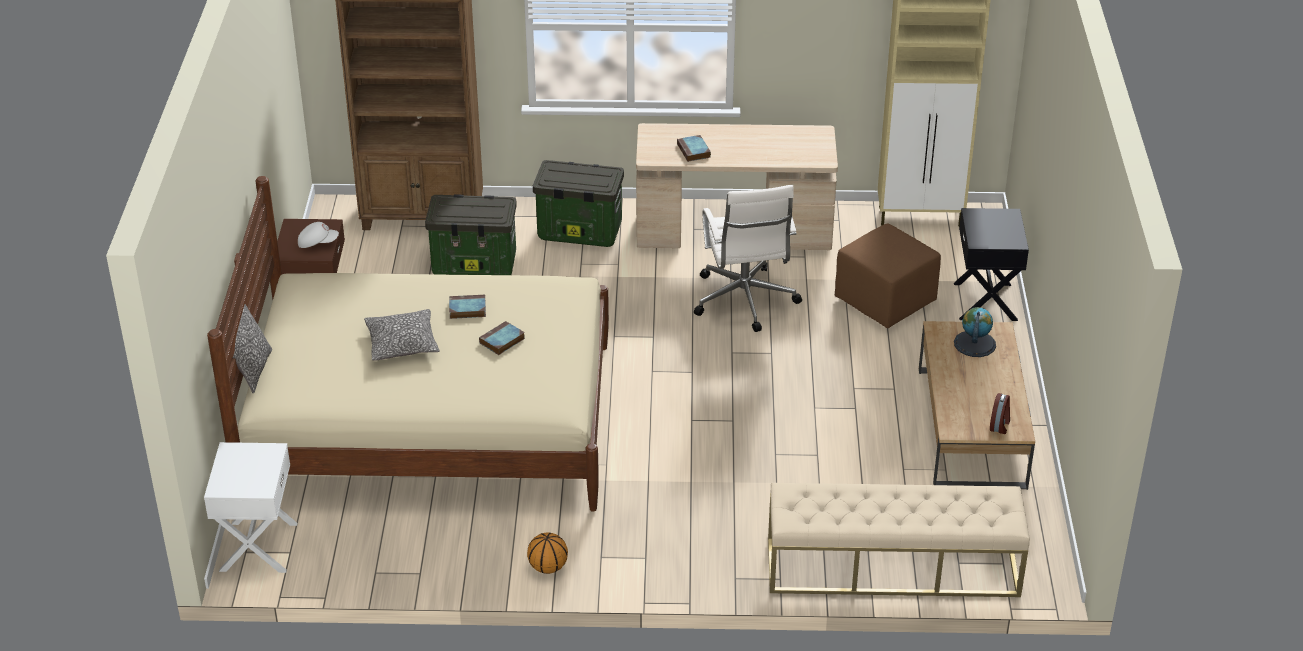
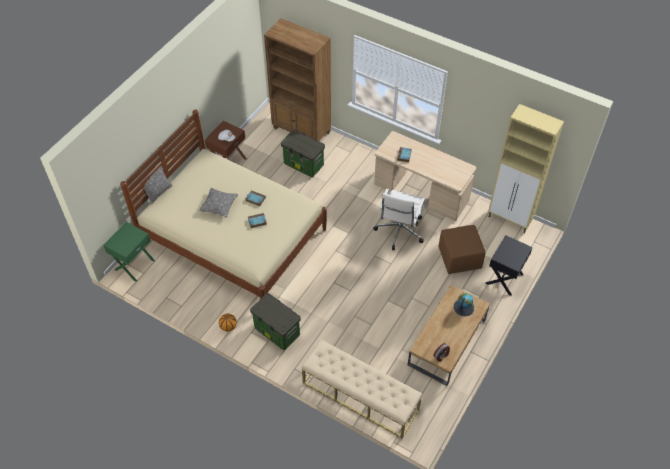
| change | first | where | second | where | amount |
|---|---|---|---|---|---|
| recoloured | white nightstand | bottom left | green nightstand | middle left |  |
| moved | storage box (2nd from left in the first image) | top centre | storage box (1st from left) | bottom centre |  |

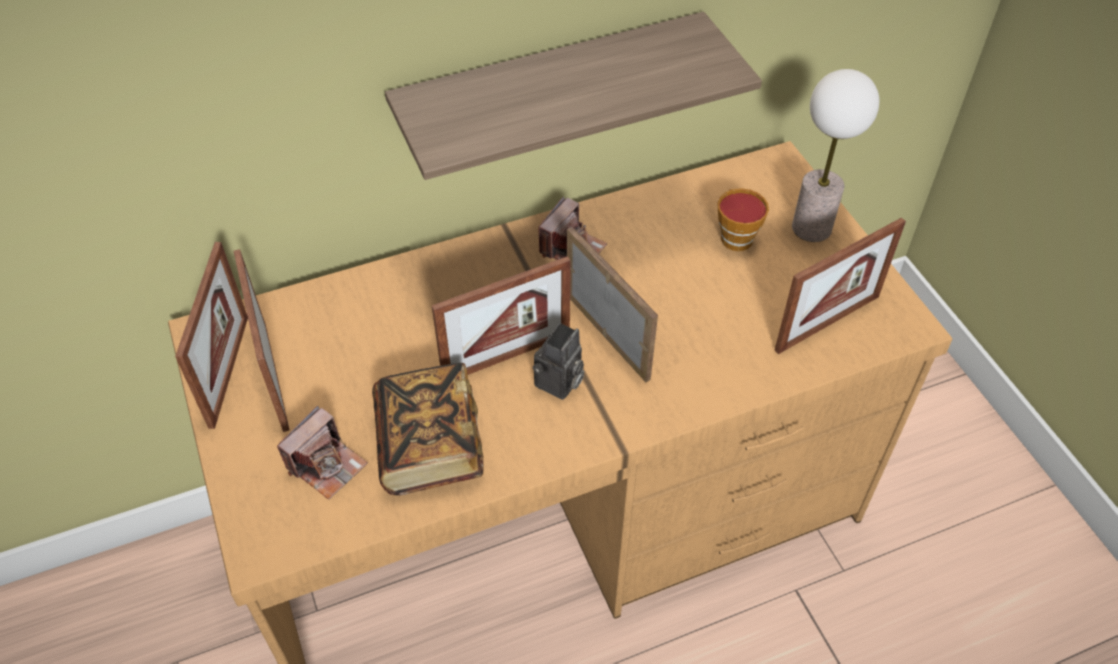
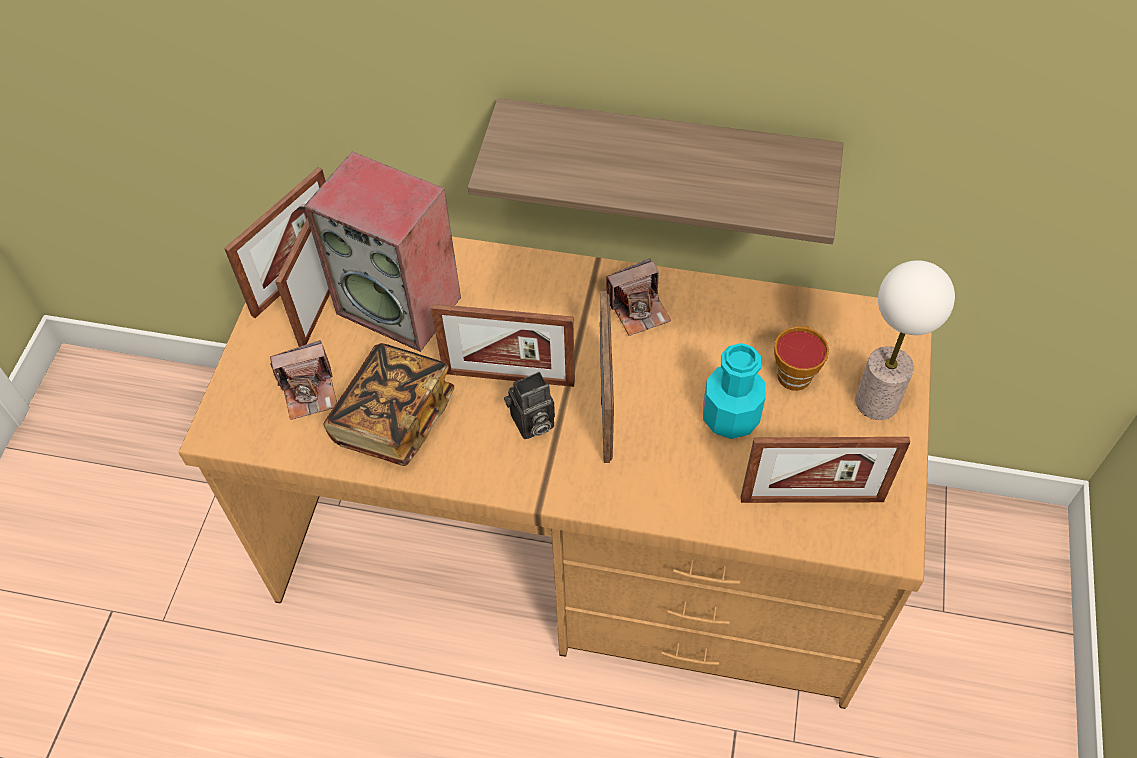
| change | first | where | second | where | amount |
|---|---|---|---|---|---|
| added |  |  | speaker | top centre |  |
| added |  |  | turquoise bottle | centre |  |

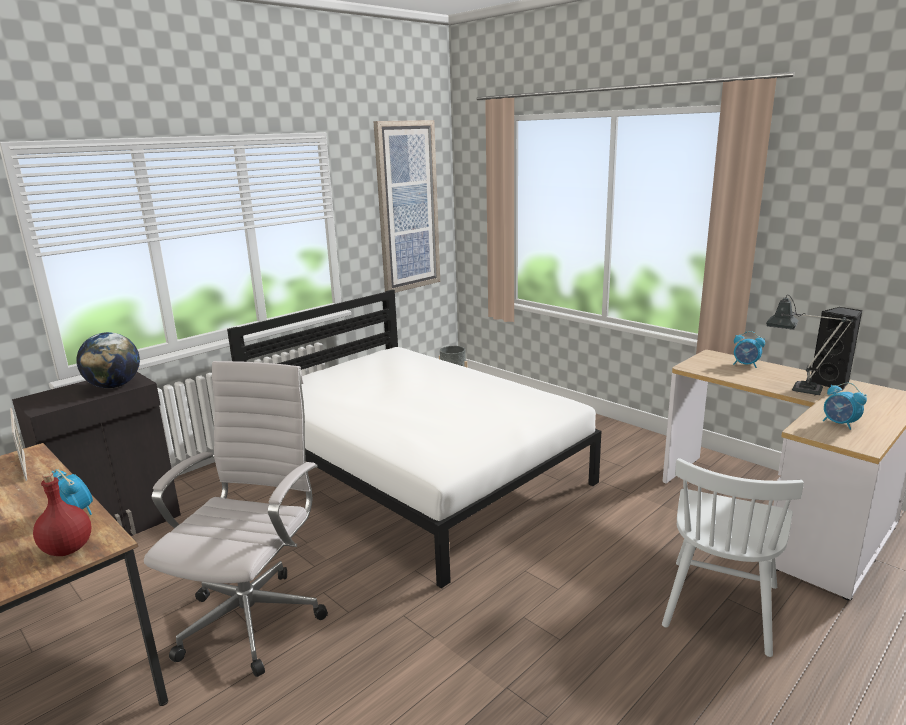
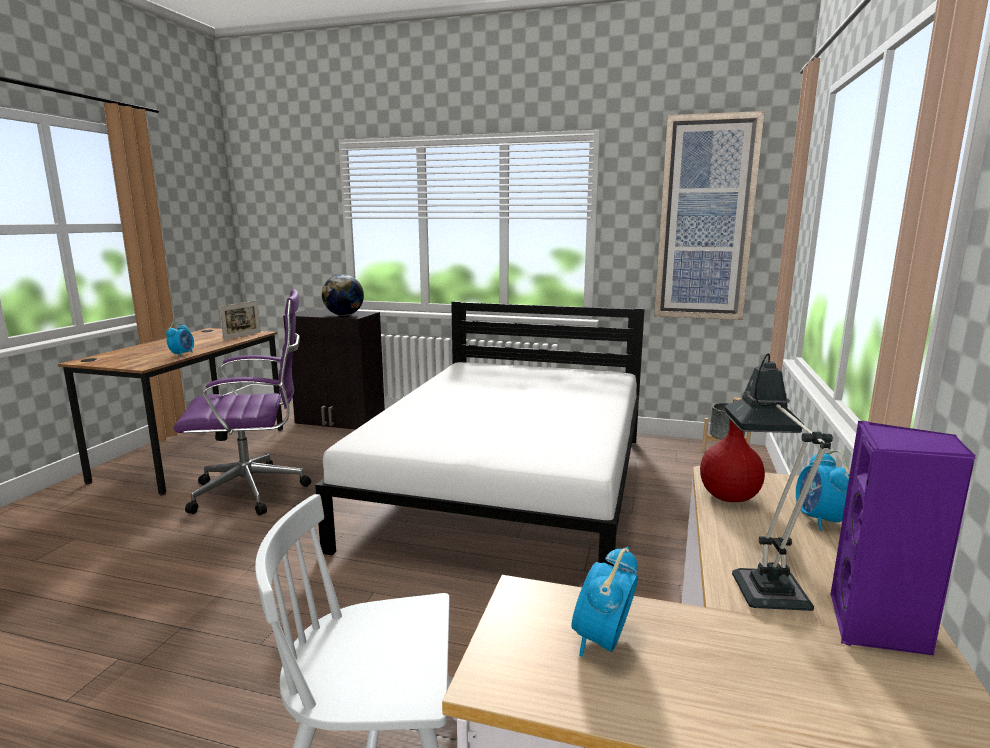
| change | first | where | second | where | amount |
|---|---|---|---|---|---|
| recoloured | white office chair | bottom left | purple office chair | middle left |  |
| moved | red bottle | bottom left |  | middle right |  |
| recoloured | black speaker | middle right | purple speaker | bottom right |  |

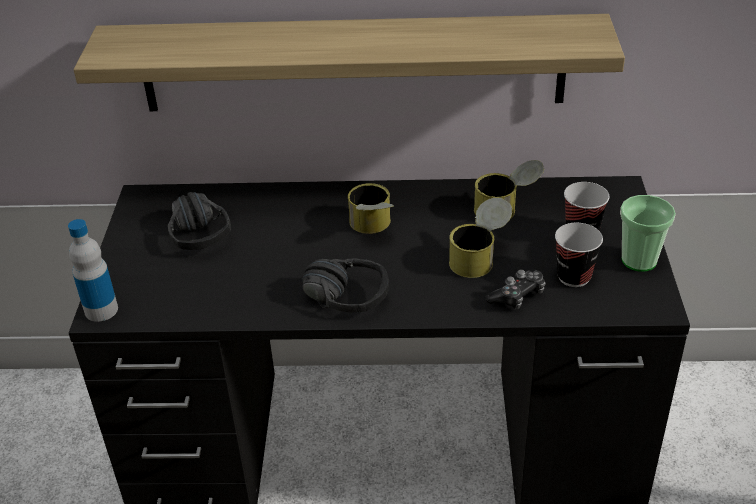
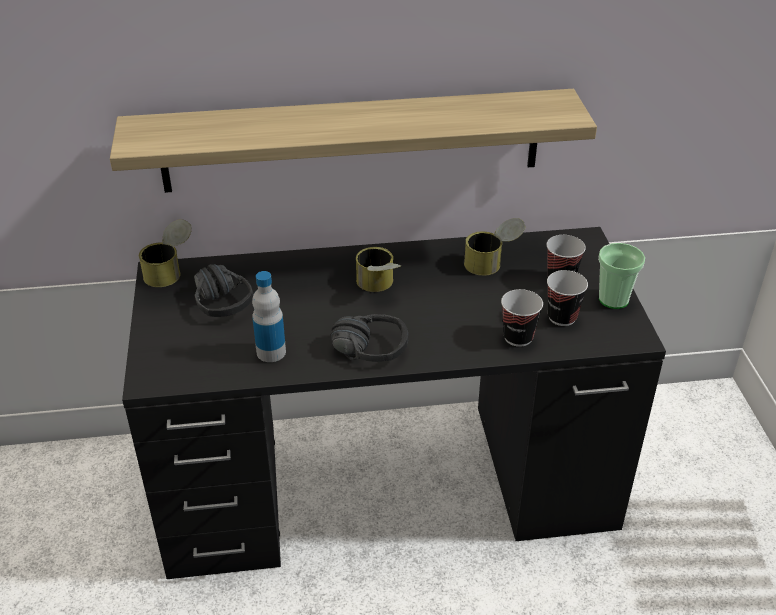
| change | first | where | second | where | amount |
|---|---|---|---|---|---|
| moved | can (2nd from left in the first image) | centre | can (1st from left) | middle left |  |
| moved | bottle | middle left |  | centre |  |
| replaced | game controller | middle right | cup (1st from left) | middle right |  |

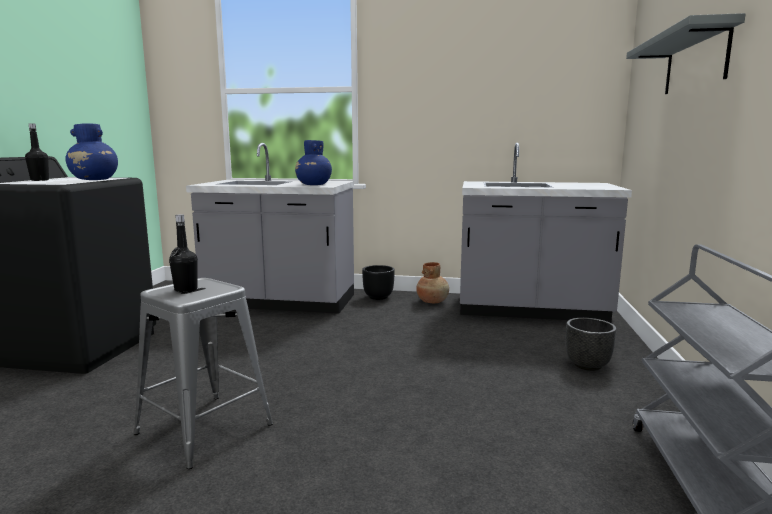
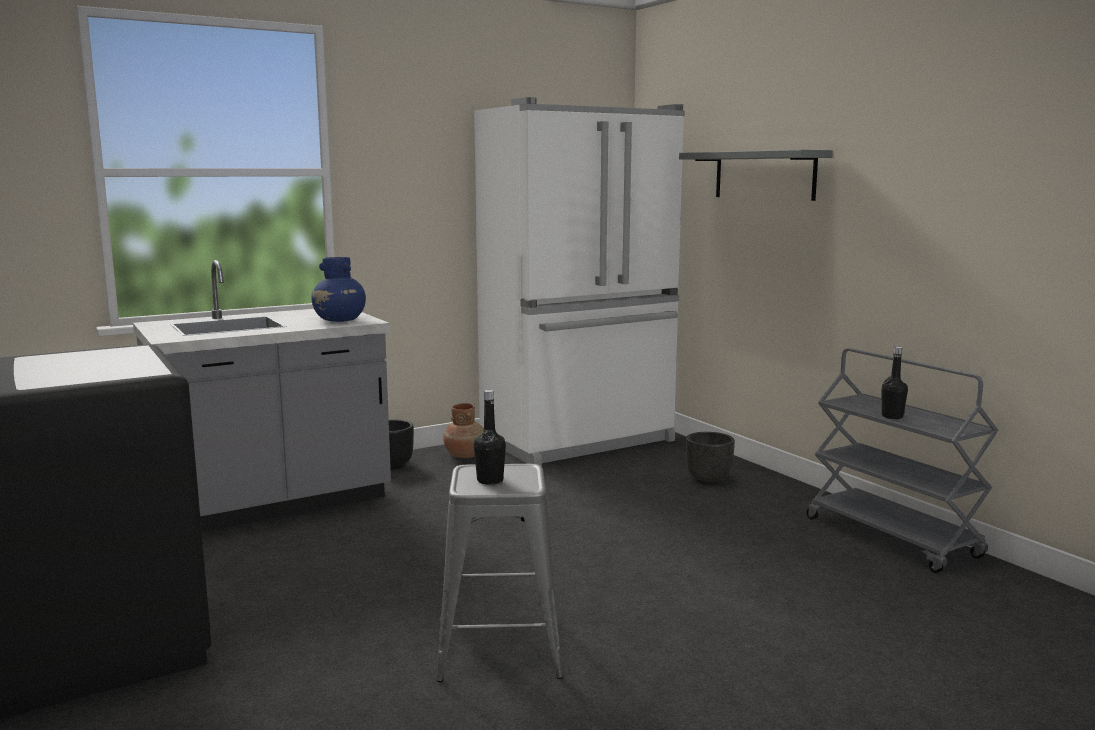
| change | first | where | second | where | amount |
|---|---|---|---|---|---|
| replaced | grey counter (2nd from left) | middle right | white fridge | centre |  |
| moved | black bottle (1st from left in the first image) | top left | black bottle (2nd from left) | middle right |  |
| removed | blue vase (1st from left) | top left |  |  |  |

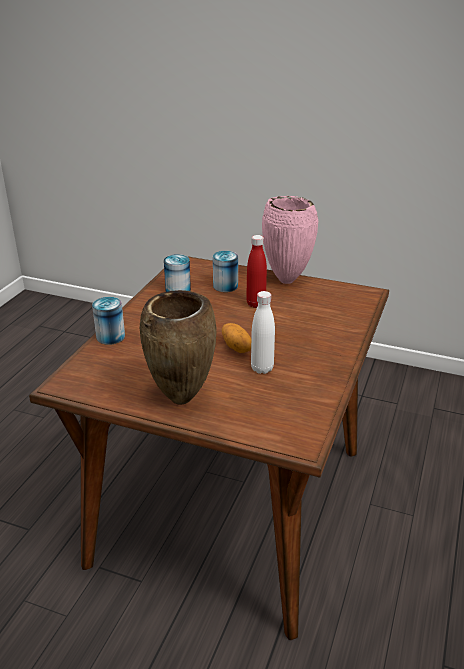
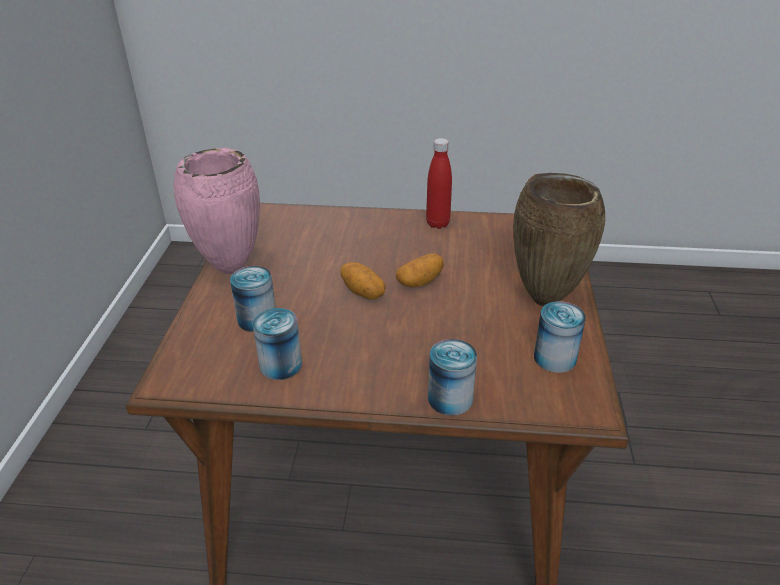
| change | first | where | second | where | amount |
|---|---|---|---|---|---|
| added |  |  | potato (1st from left) | centre |  |
| moved | red bottle | centre |  | top centre |  |
| added |  |  | can (4th from left) | middle right |  |
| removed | white bottle | centre |  |  |  |

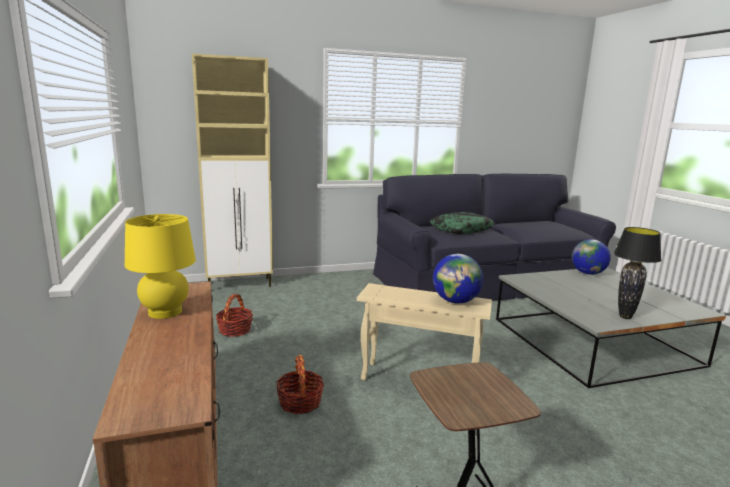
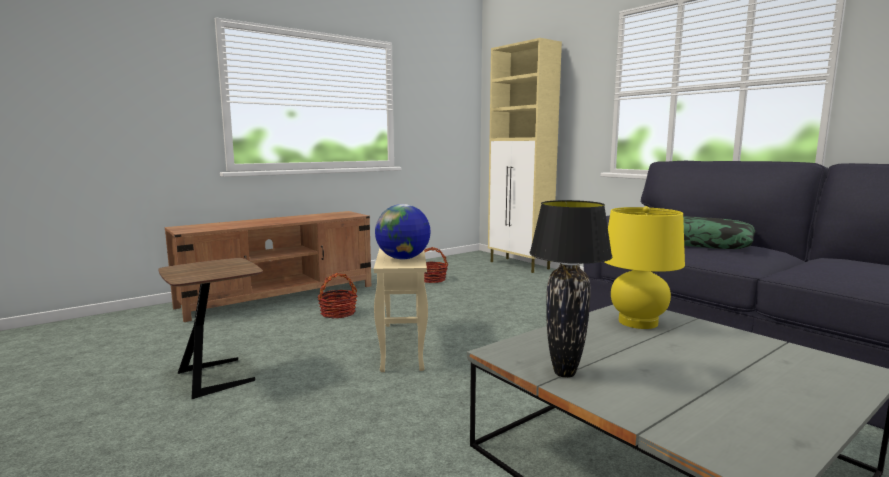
| change | first | where | second | where | amount |
|---|---|---|---|---|---|
| moved | yellow table lamp | middle left |  | middle right |  |
| removed | globe (2nd from left) | middle right |  |  |  |

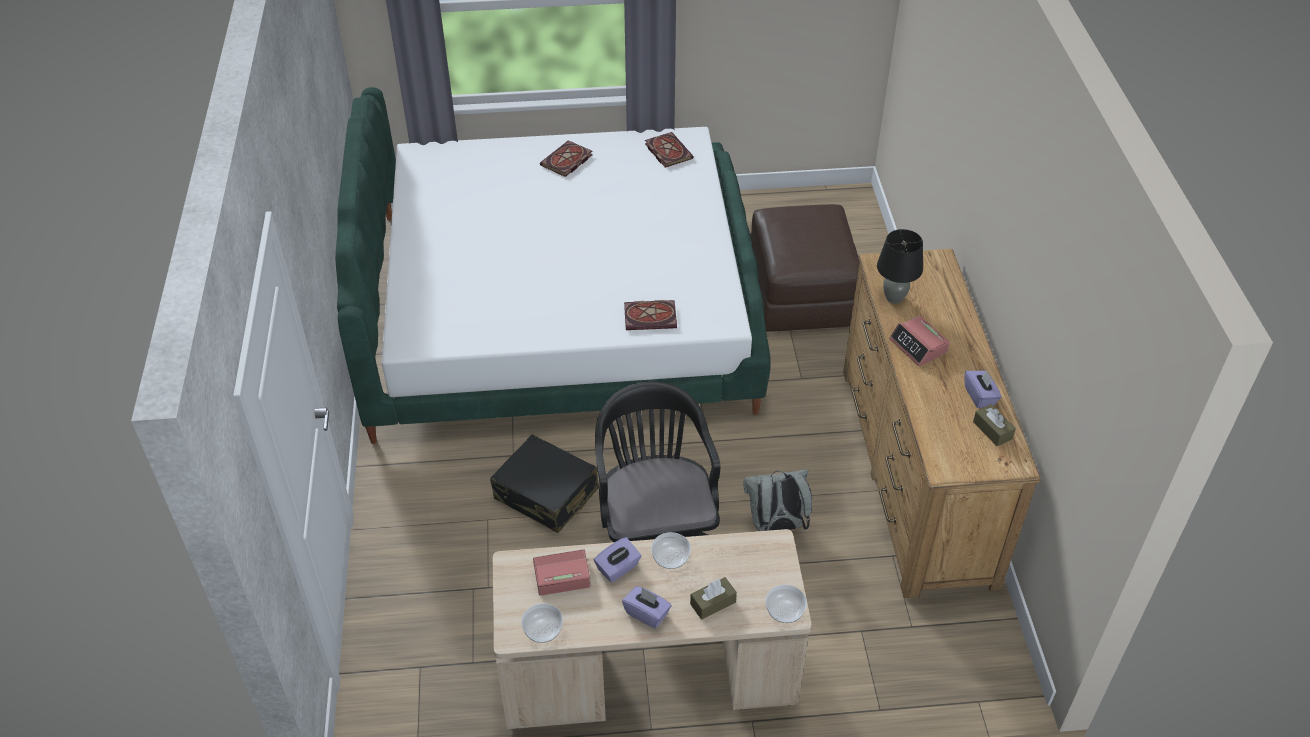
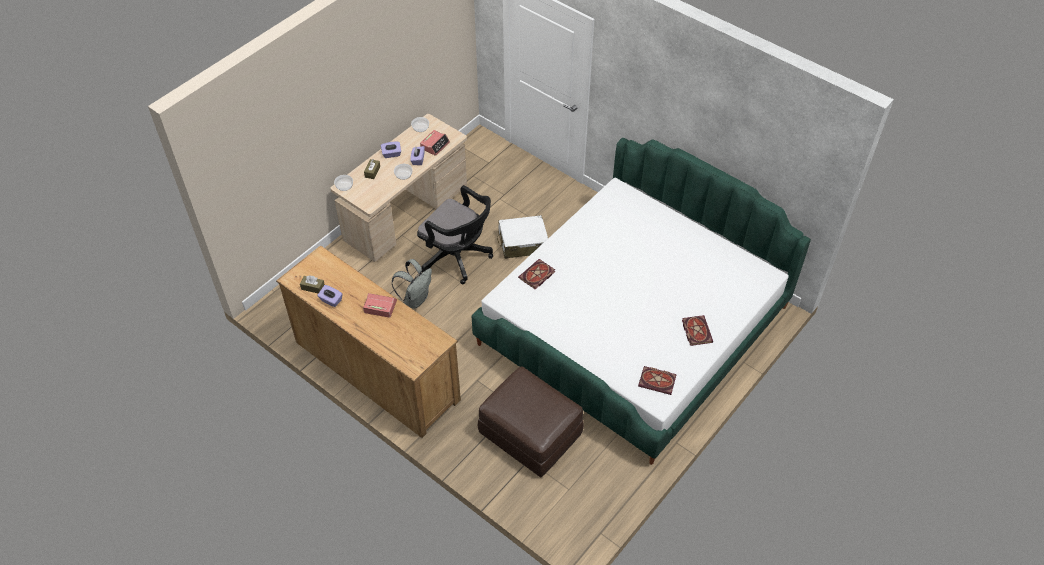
| change | first | where | second | where | amount |
|---|---|---|---|---|---|
| recoloured | black suitcase | centre | white suitcase | centre |  |
| removed | black table lamp | middle right |  |  |  |

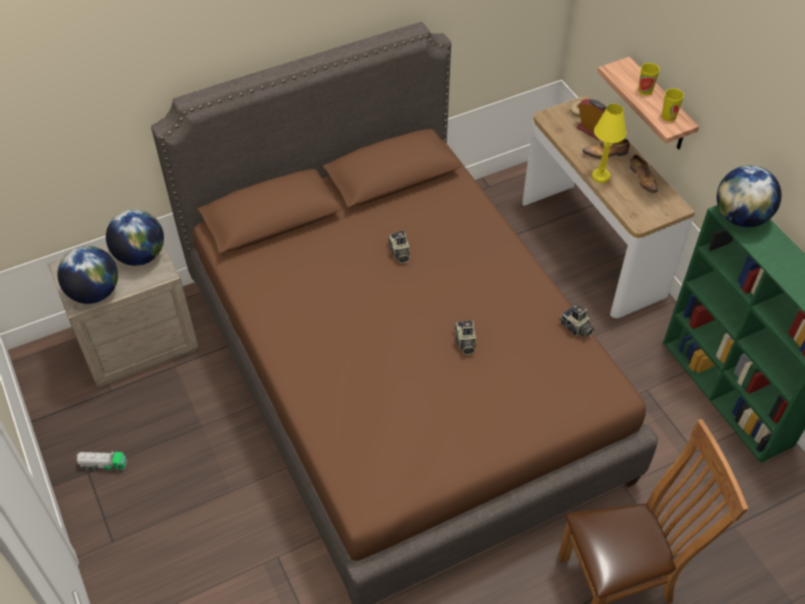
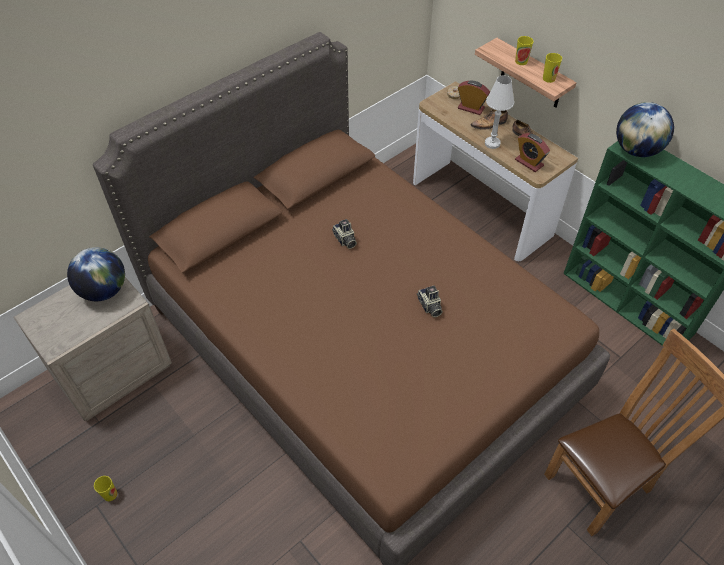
| change | first | where | second | where | amount |
|---|---|---|---|---|---|
| replaced | toy truck | bottom left | cup (1st from left) | bottom left |  |
| recoloured | yellow table lamp | top right | white table lamp | top right |  |
| added |  |  | alarm clock (2nd from left) | top right |  |
| removed | globe (1st from left) | middle left |  |  |  |
| removed | photo camera (3rd from left) | middle right |  |  |  |

